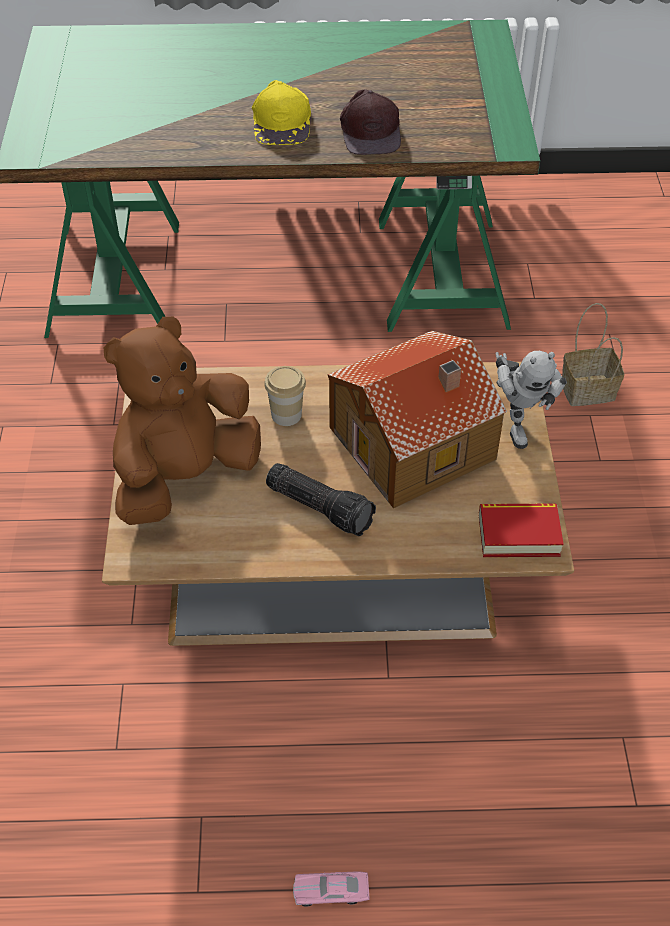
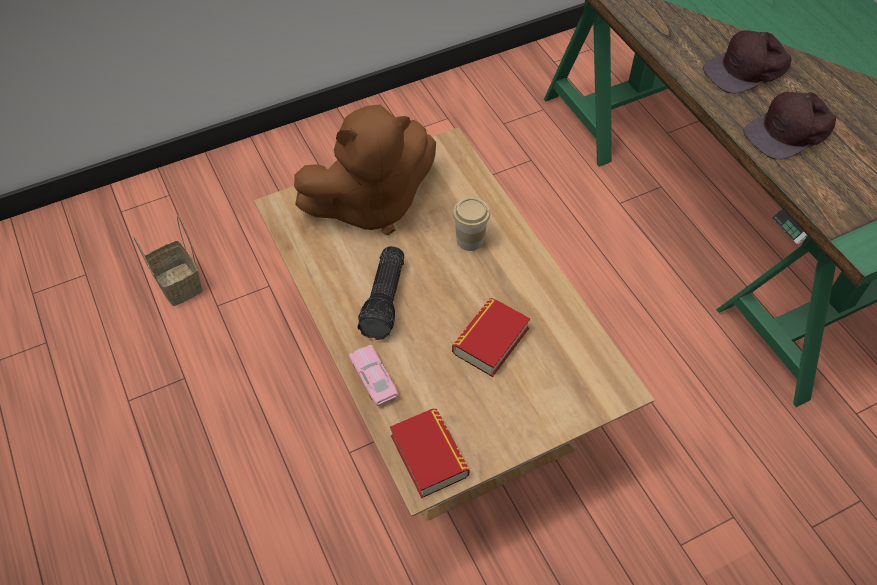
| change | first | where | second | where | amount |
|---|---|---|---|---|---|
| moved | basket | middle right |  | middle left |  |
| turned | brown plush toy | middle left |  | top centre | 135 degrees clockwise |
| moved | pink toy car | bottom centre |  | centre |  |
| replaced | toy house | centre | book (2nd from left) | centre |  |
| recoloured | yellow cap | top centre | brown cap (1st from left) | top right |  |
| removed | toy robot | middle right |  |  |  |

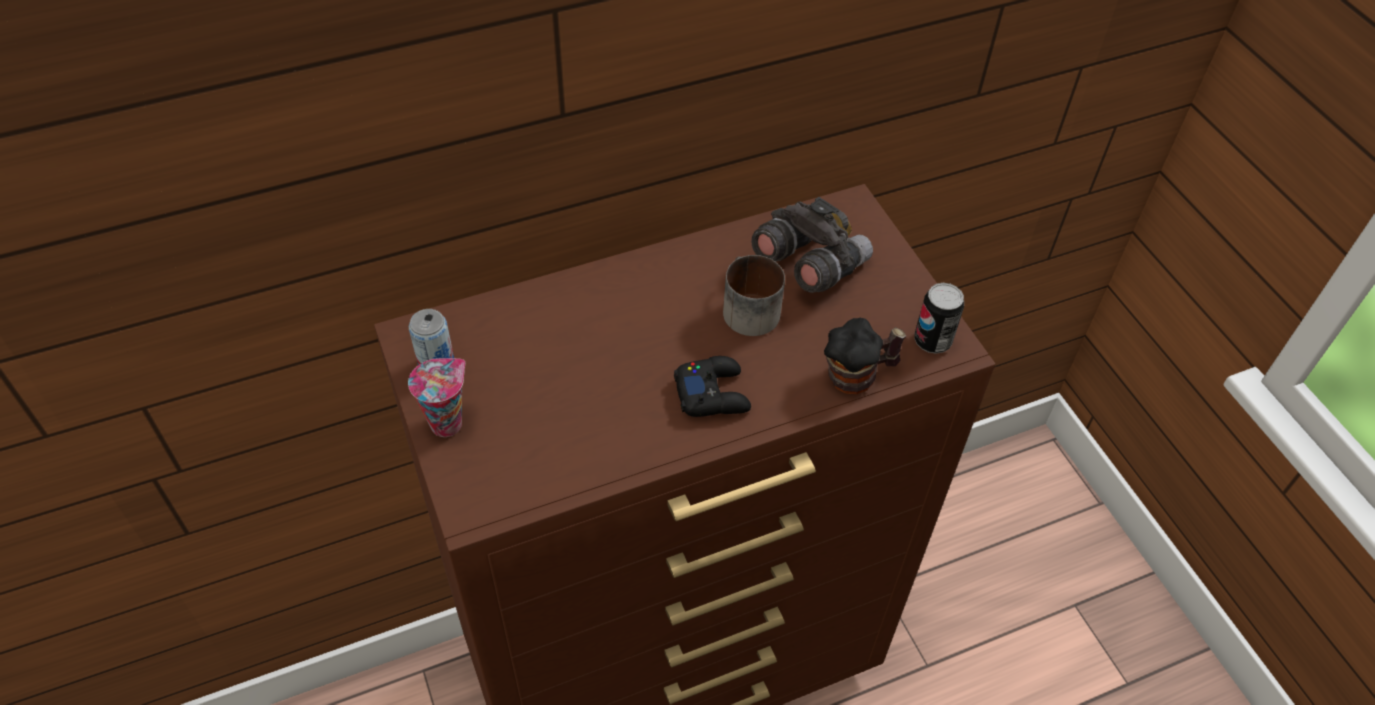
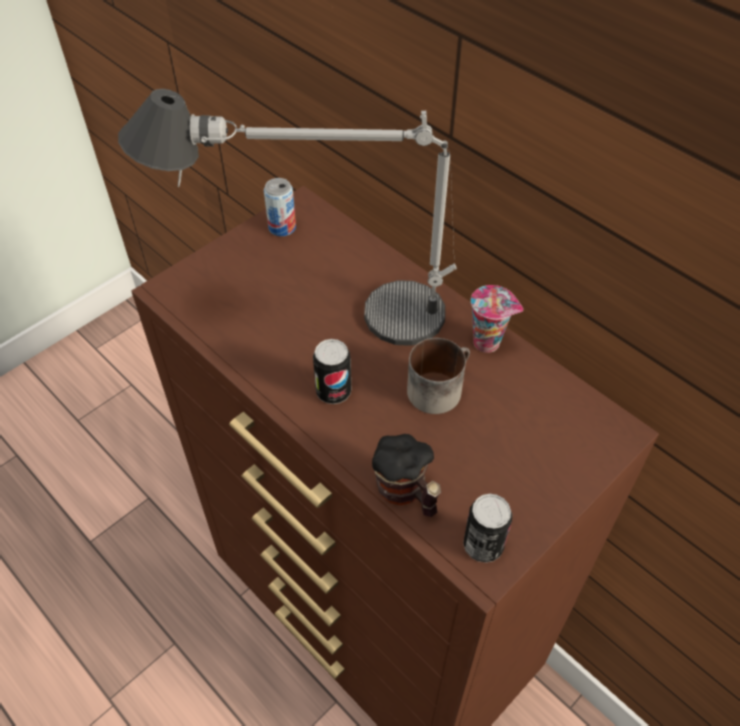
| change | first | where | second | where | amount |
|---|---|---|---|---|---|
| added |  |  | table lamp | top centre |  |
| replaced | black game controller | centre | can (2nd from left) | centre |  |
| moved | cup | middle left |  | middle right |  |
| removed | grey binoculars | centre |  |  |  |

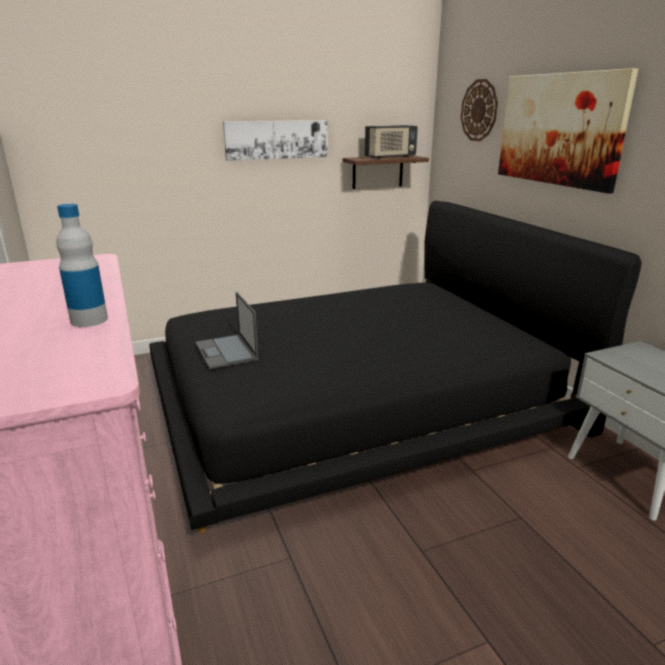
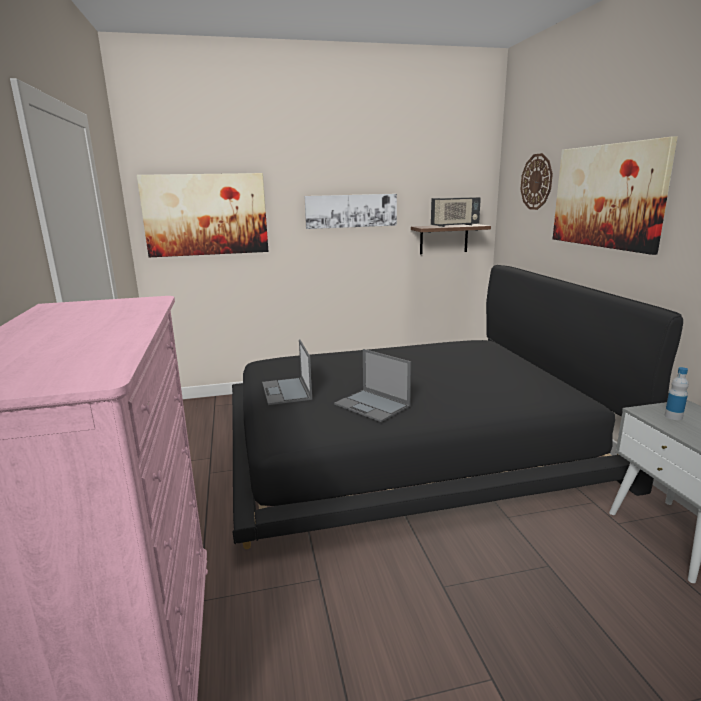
| change | first | where | second | where | amount |
|---|---|---|---|---|---|
| added |  |  | picture (1st from left) | top left |  |
| added |  |  | laptop (2nd from left) | centre |  |
| moved | bottle | middle left |  | middle right |  |

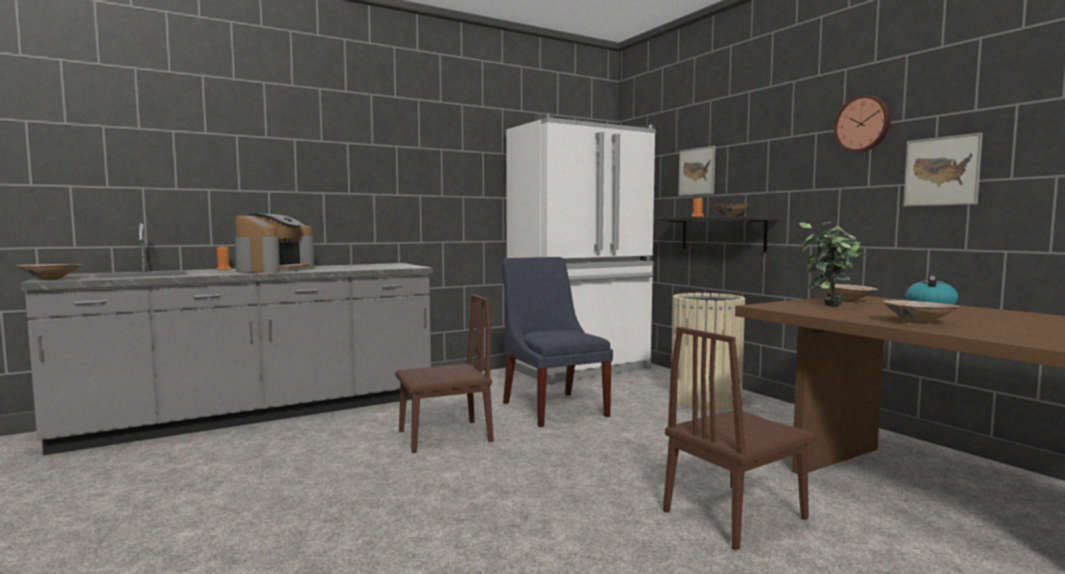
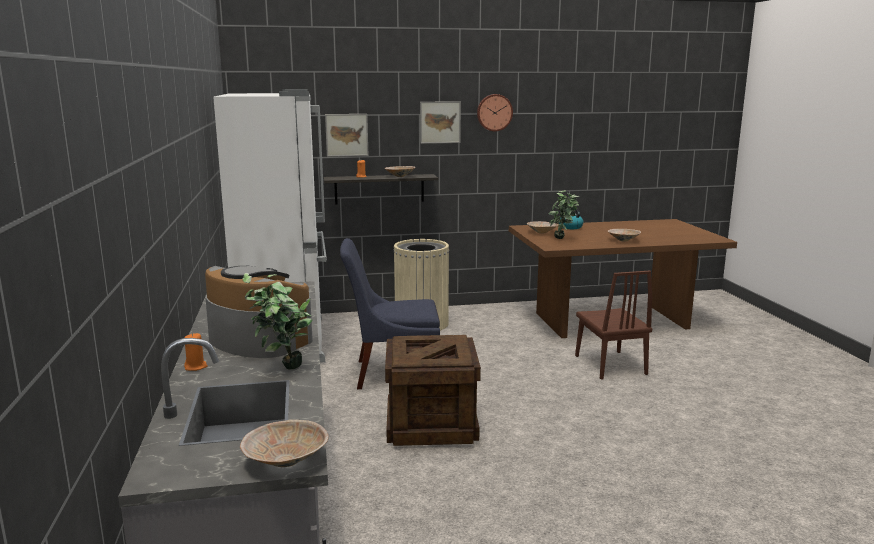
| change | first | where | second | where | amount |
|---|---|---|---|---|---|
| added |  |  | potted plant (1st from left) | middle left |  |
| replaced | brown chair (1st from left) | centre | crate | bottom centre |  |
| moved | picture (2nd from left) | top right |  | top centre |  |

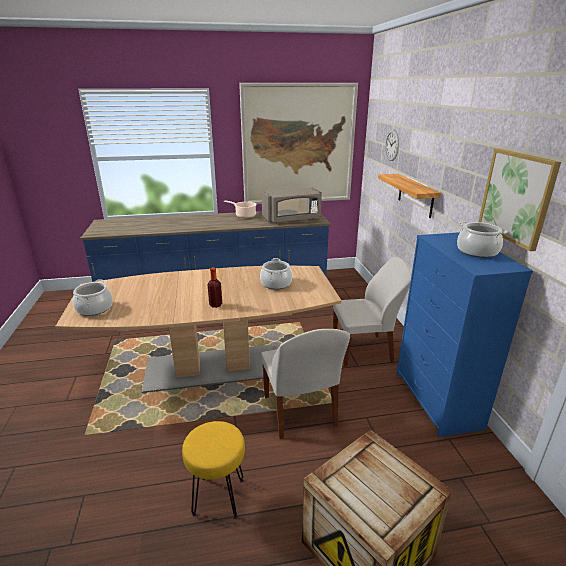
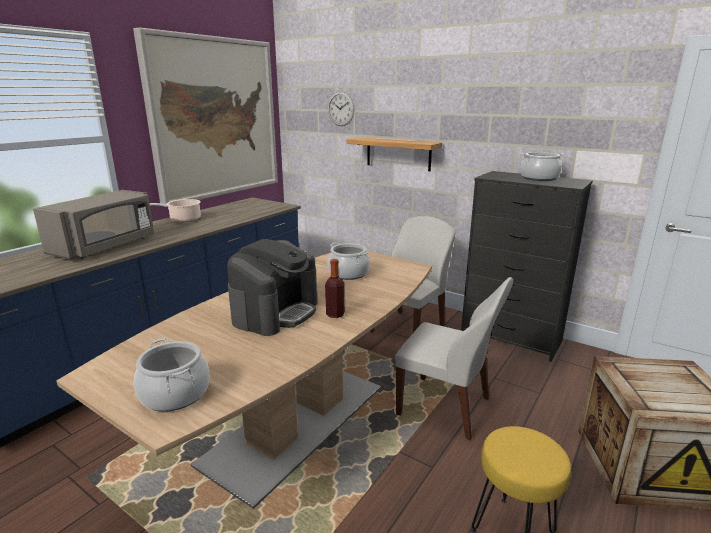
| change | first | where | second | where | amount |
|---|---|---|---|---|---|
| moved | grey microwave | centre |  | middle left |  |
| added |  |  | coffee machine | centre |  |
| recoloured | blue dresser | middle right | black dresser | middle right |  |
| removed | picture (2nd from left) | middle right |  |  |  |

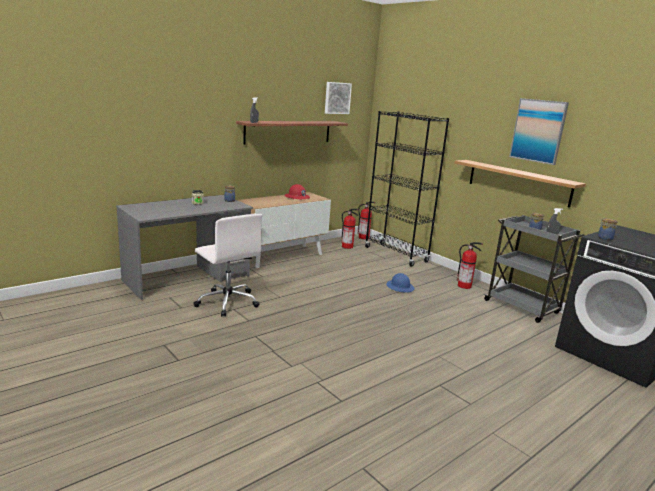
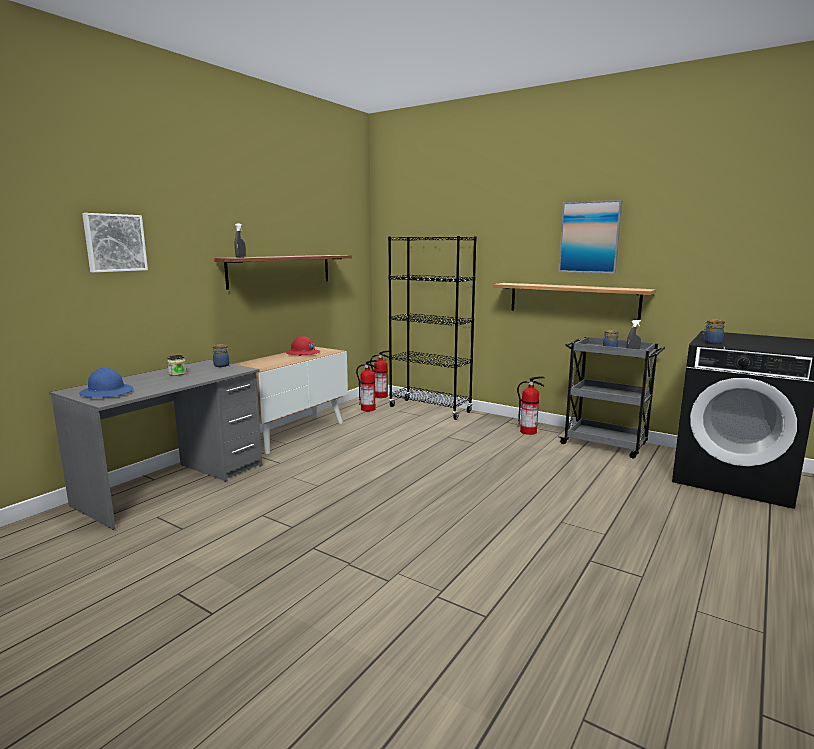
| change | first | where | second | where | amount |
|---|---|---|---|---|---|
| moved | blue hard hat | centre |  | middle left |  |
| moved | picture (1st from left) | top centre |  | top left |  |
| removed | white office chair | centre |  |  |  |

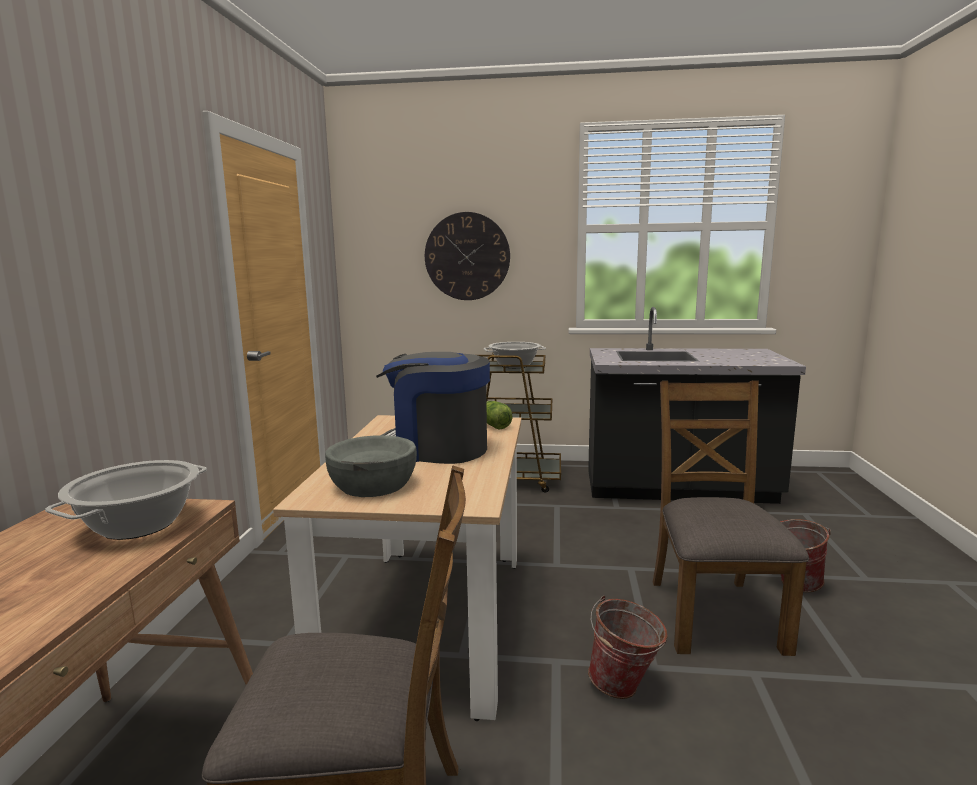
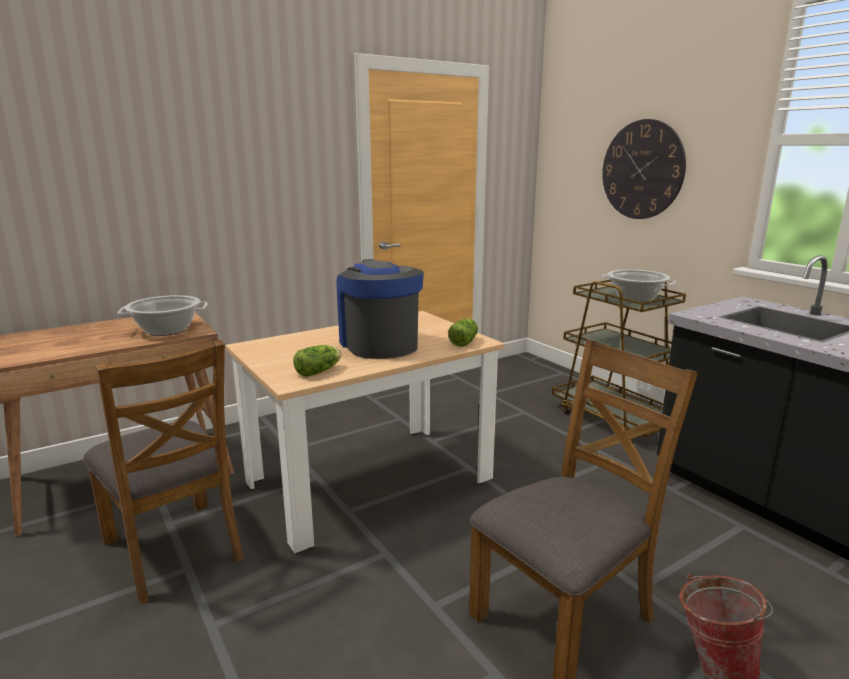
| change | first | where | second | where | amount |
|---|---|---|---|---|---|
| added |  |  | lettuce (1st from left) | centre |  |
| removed | grey bowl | centre |  |  |  |
| removed | bucket (1st from left) | bottom centre |  |  |  |

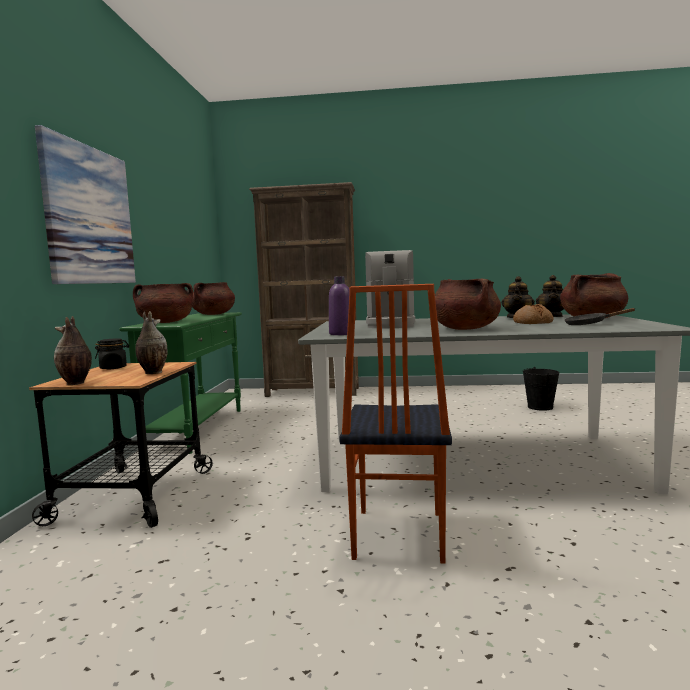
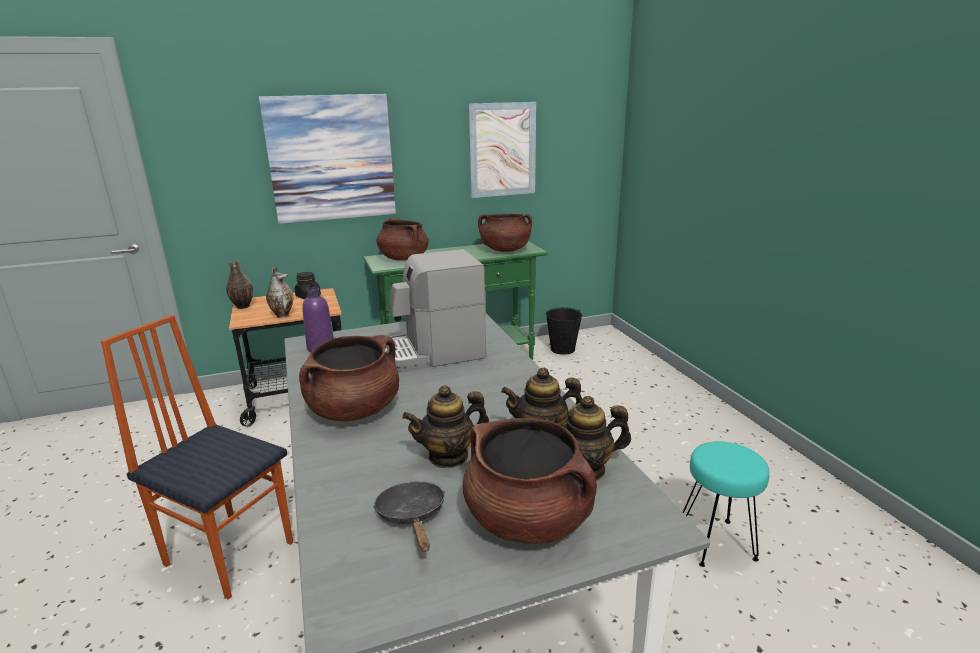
| change | first | where | second | where | amount |
|---|---|---|---|---|---|
| turned | chair | centre |  | bottom left | 45 degrees clockwise |
| replaced | bread | middle right | teapot (1st from left) | centre |  |
| added |  |  | picture (2nd from left) | top centre |  |
| moved | black bucket | middle right |  | centre |  |
| added |  |  | turquoise stool | bottom right |  |
| removed | brown bookcase | centre |  |  |  |

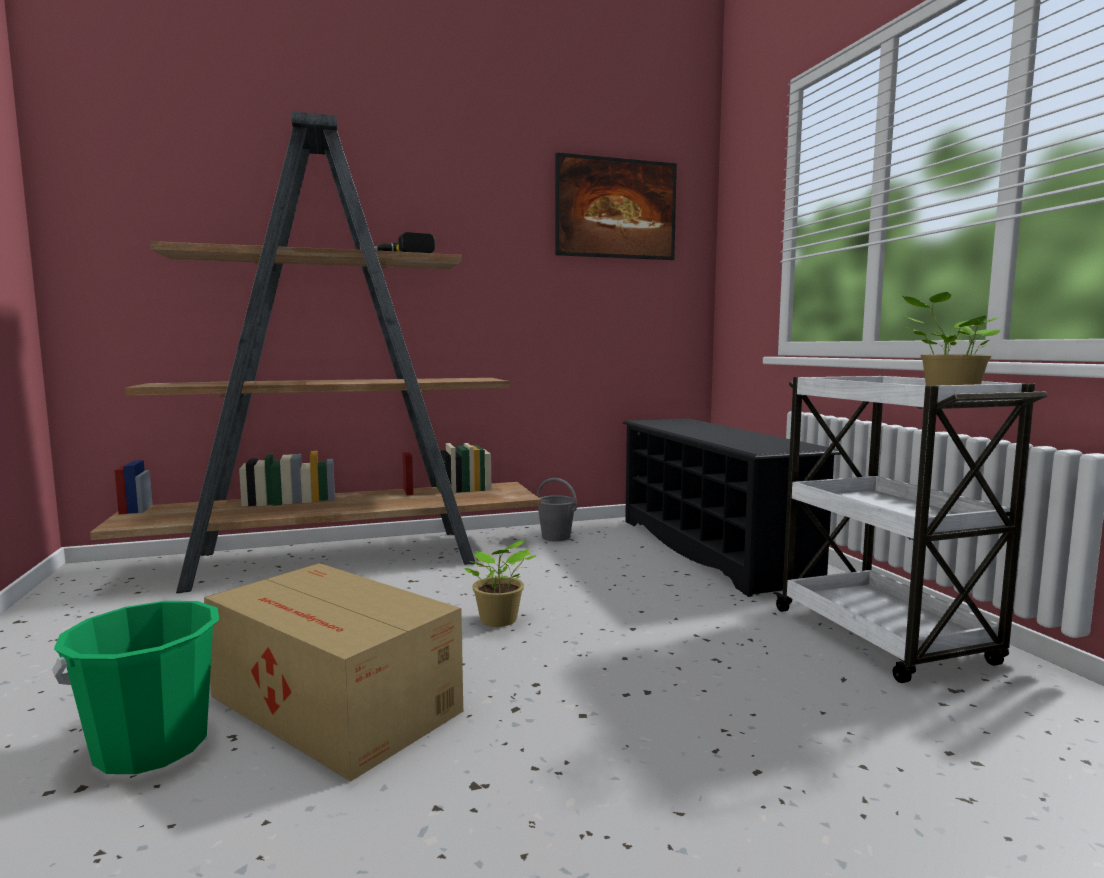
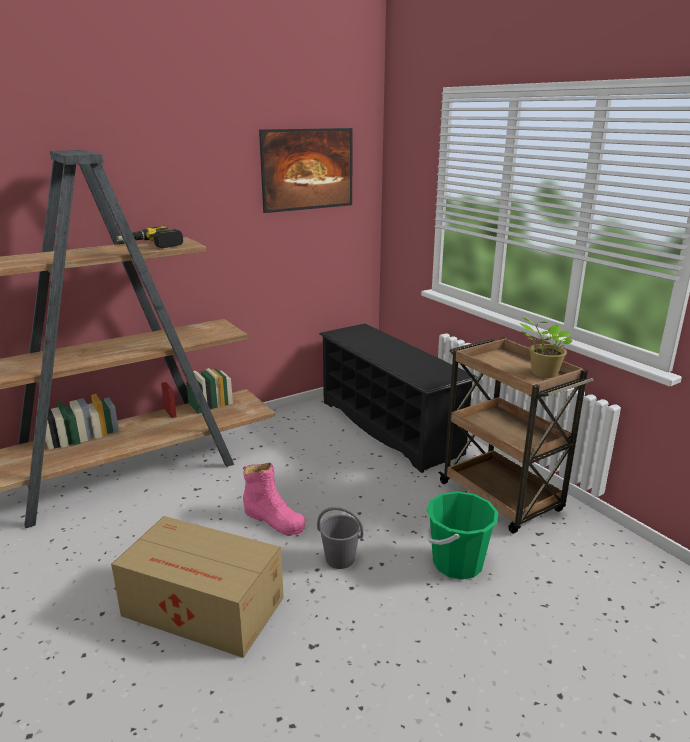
| change | first | where | second | where | amount |
|---|---|---|---|---|---|
| replaced | potted plant (1st from left) | centre | pink boot | bottom centre |  |
| moved | grey bucket | centre |  | bottom centre |  |
| moved | green bucket | bottom left |  | bottom right |  |
| recoloured | white cart | middle right | brown cart | middle right |  |

